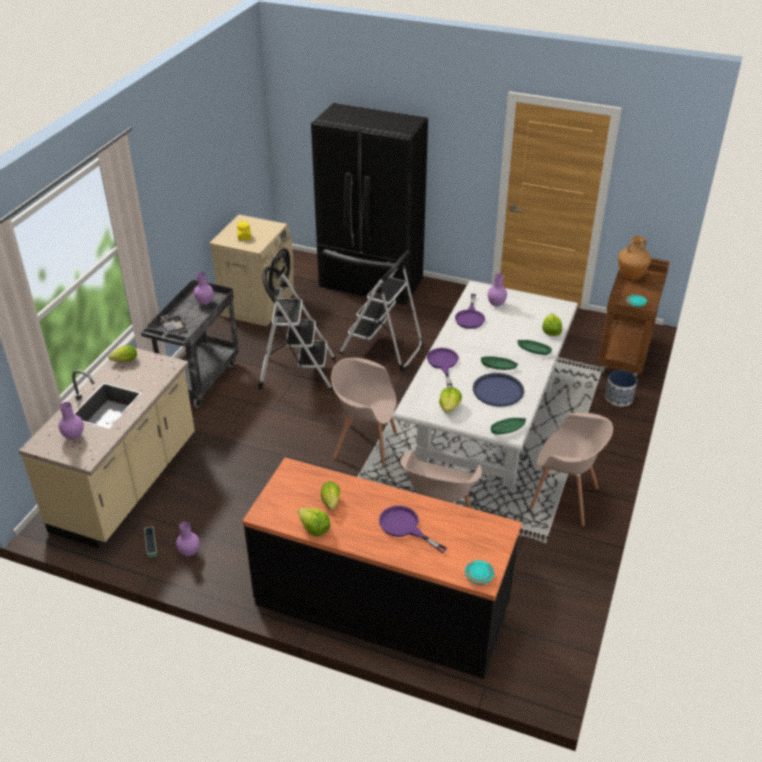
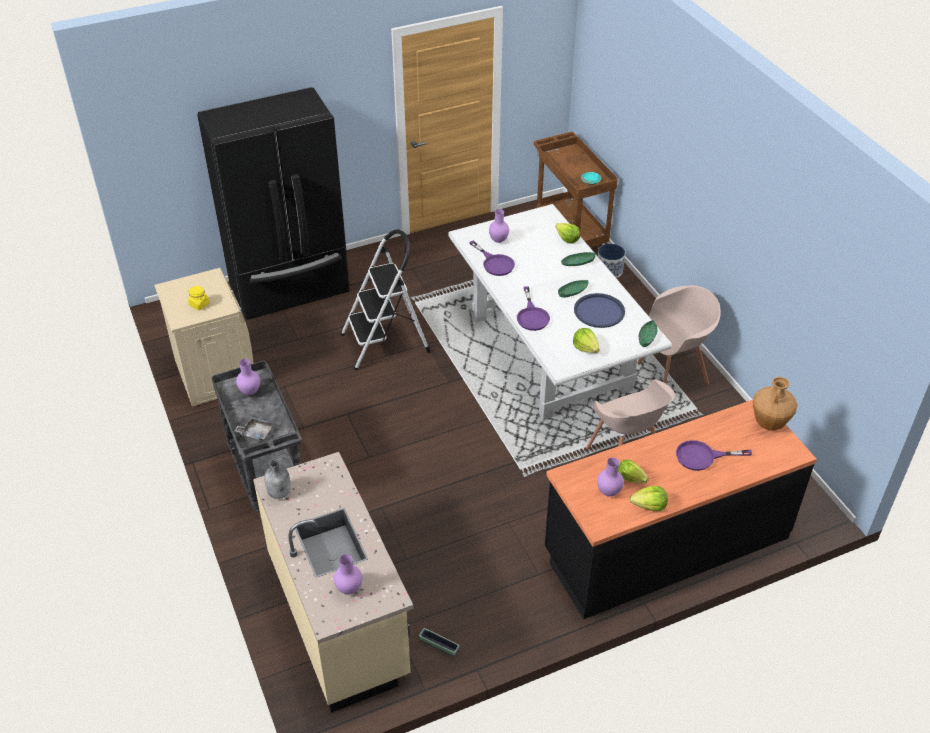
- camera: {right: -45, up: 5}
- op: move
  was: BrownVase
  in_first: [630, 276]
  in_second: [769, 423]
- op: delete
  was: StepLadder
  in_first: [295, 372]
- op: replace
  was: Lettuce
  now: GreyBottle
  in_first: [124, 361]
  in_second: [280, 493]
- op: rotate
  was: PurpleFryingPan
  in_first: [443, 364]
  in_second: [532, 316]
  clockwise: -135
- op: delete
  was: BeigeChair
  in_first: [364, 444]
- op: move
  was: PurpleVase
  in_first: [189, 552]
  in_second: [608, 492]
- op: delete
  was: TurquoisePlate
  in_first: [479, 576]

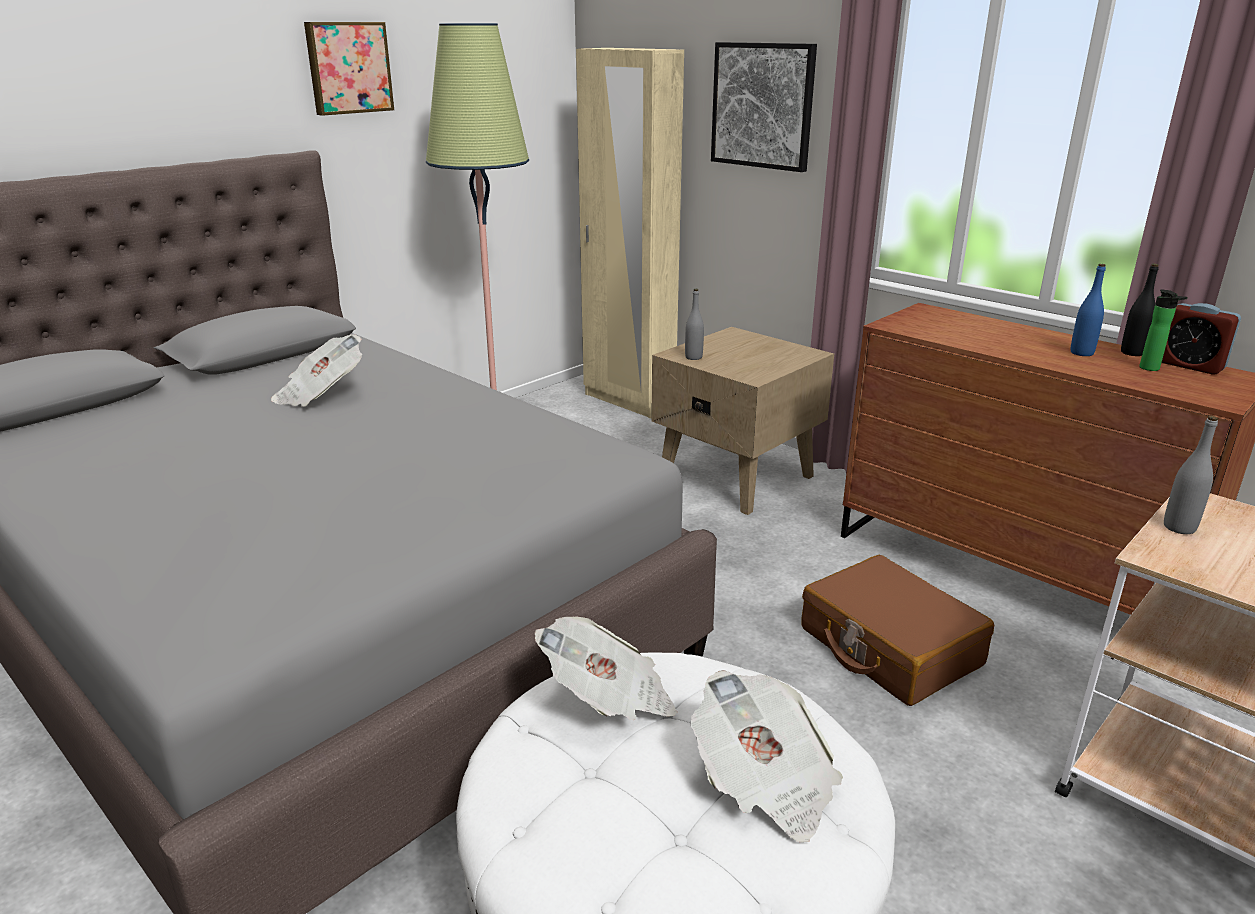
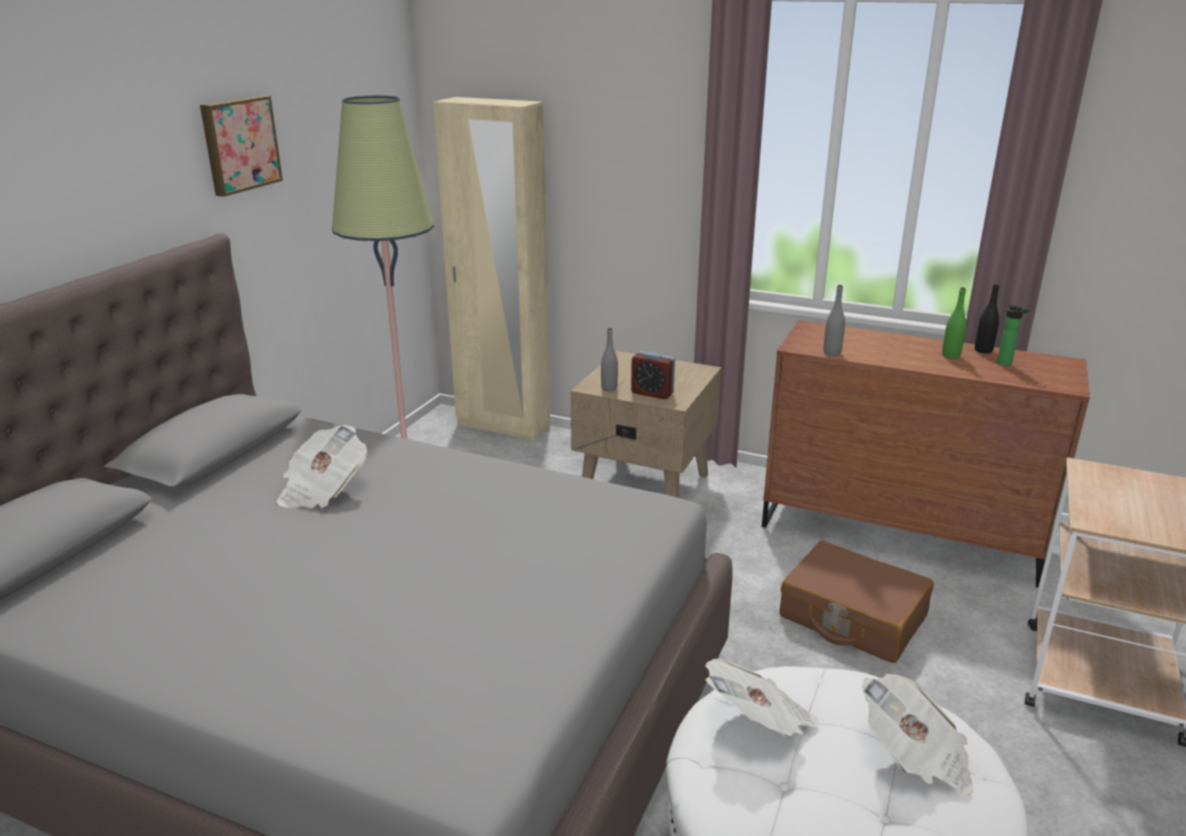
- camera: {right: -20, up: 0}
- op: delete
  was: Picture
  in_first: [763, 106]
- op: recolor
  was: BlueBottle
  now: GreenBottle
  in_first: [1081, 353]
  in_second: [951, 355]
- op: move
  was: AlarmClock
  in_first: [1190, 365]
  in_second: [652, 393]
- op: move
  was: GreyBottle
  in_first: [1179, 527]
  in_second: [832, 352]

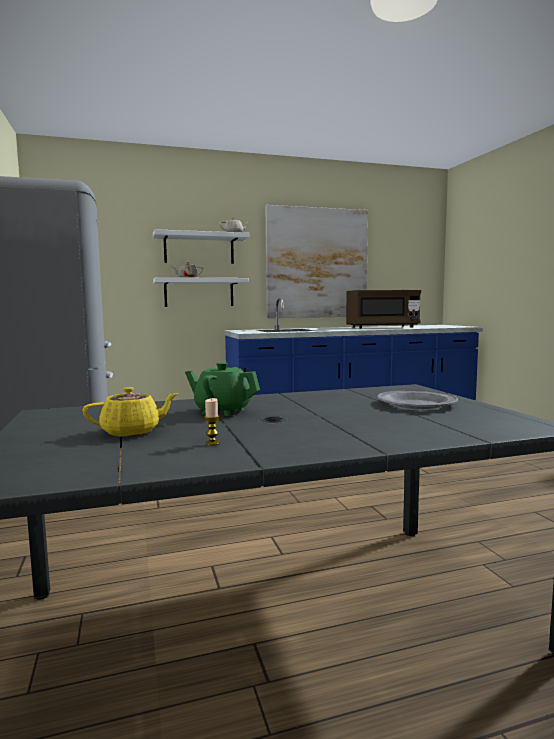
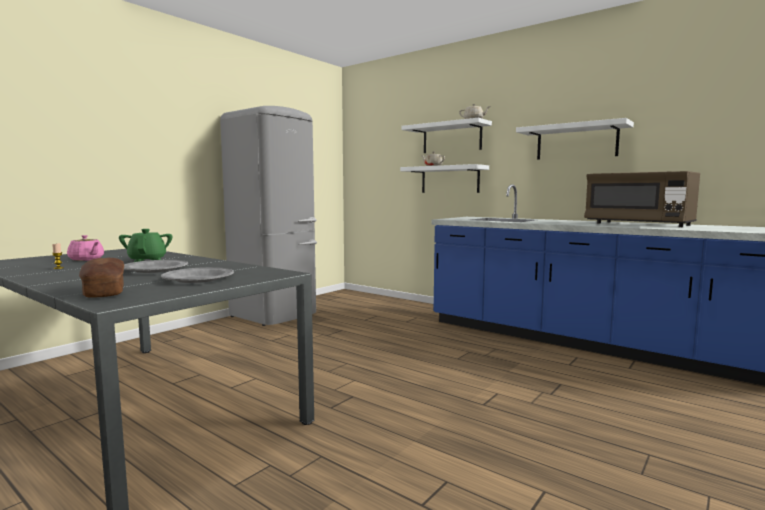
- camera: {right: 55, up: 0}
- op: replace
  was: Picture
  now: WhiteShelf
  in_first: [317, 263]
  in_second: [576, 142]
- op: recolor
  was: YellowTeapot
  now: PinkTeapot
  in_first: [132, 432]
  in_second: [86, 259]
- op: insert
  now: Bread
  in_second: [104, 291]
- op: insert
  now: GreyPlate
  in_second: [155, 270]

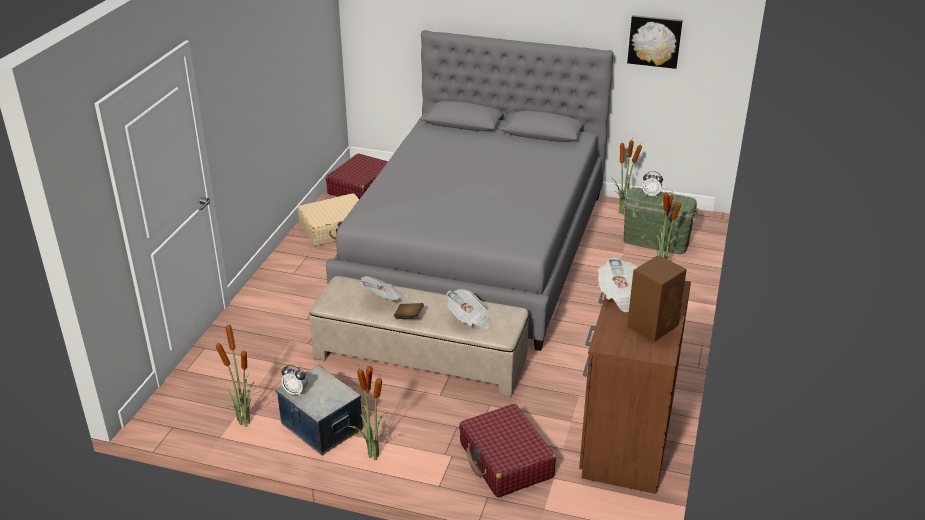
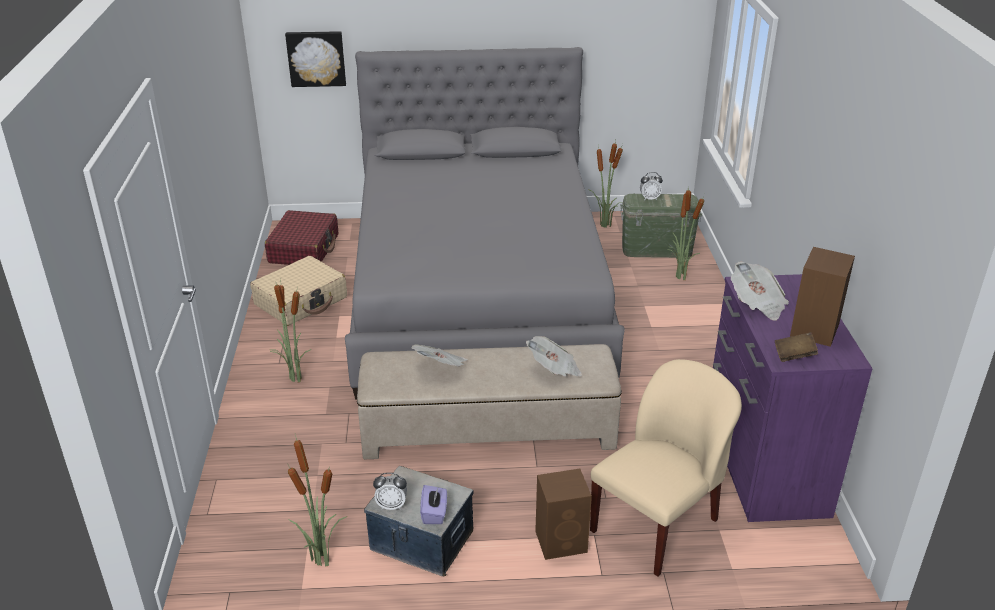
- camera: {right: -20, up: 0}
- op: move
  was: Picture
  in_first: [654, 41]
  in_second: [316, 58]
- op: recolor
  was: BrownDresser
  now: PurpleDresser
  in_first: [625, 439]
  in_second: [763, 465]
- op: move
  was: BrownBook
  in_first: [409, 317]
  in_second: [794, 355]
- op: move
  was: PottedPlant
  in_first: [372, 455]
  in_second: [294, 379]
- op: replace
  was: RedSuitcase
  now: BeigeChair
  in_first: [506, 461]
  in_second: [656, 524]
- op: insert
  now: BrownSpeaker
  in_second: [562, 541]
- op: insert
  now: PurpleTissueBox
  in_second: [434, 513]

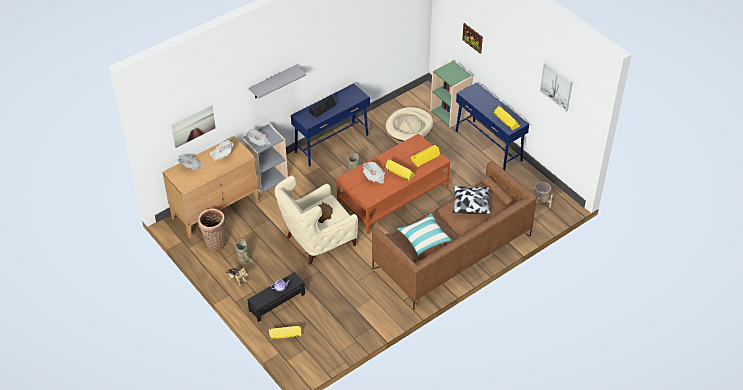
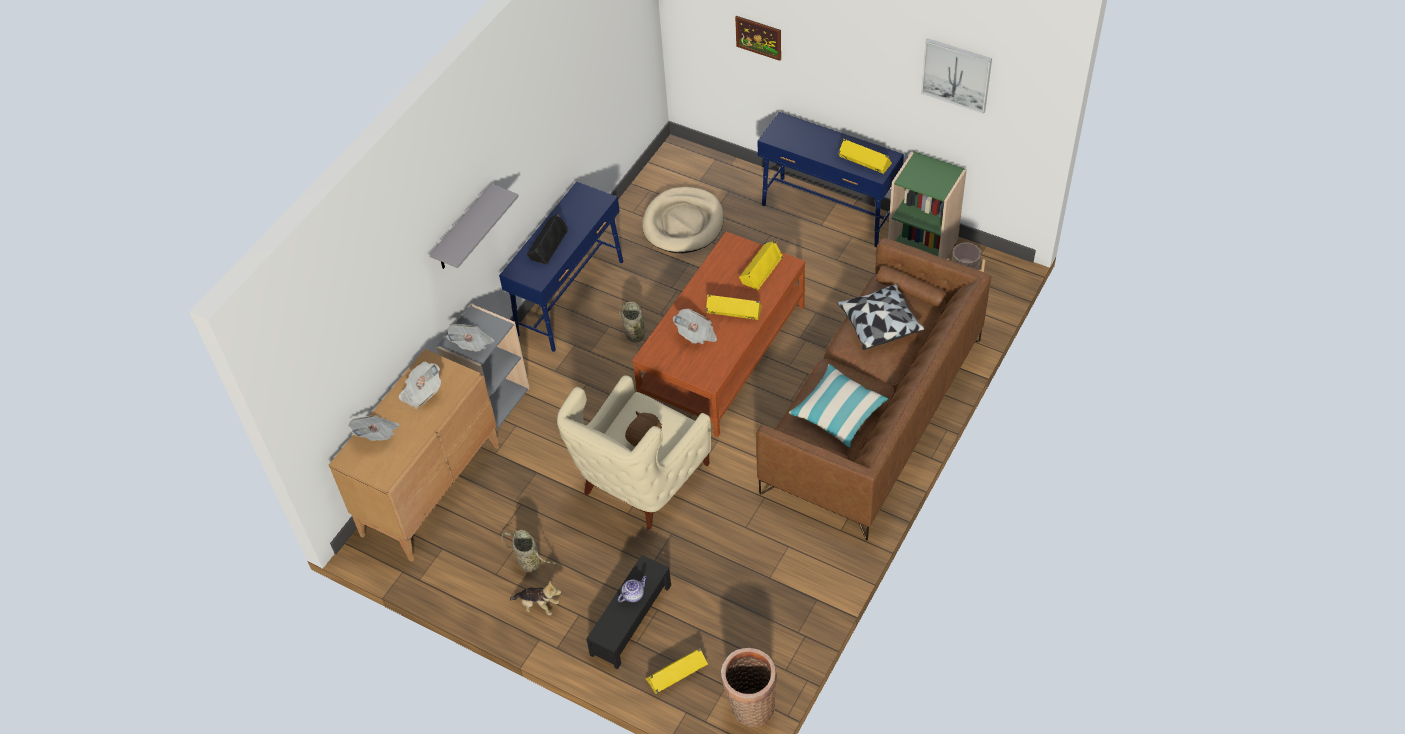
- camera: {right: -20, up: 5}
- op: move
  was: GreenBookcase
  in_first: [450, 113]
  in_second: [923, 244]
- op: delete
  was: Picture
  in_first: [193, 125]
- op: move
  was: Basket
  in_first: [214, 243]
  in_second: [750, 707]

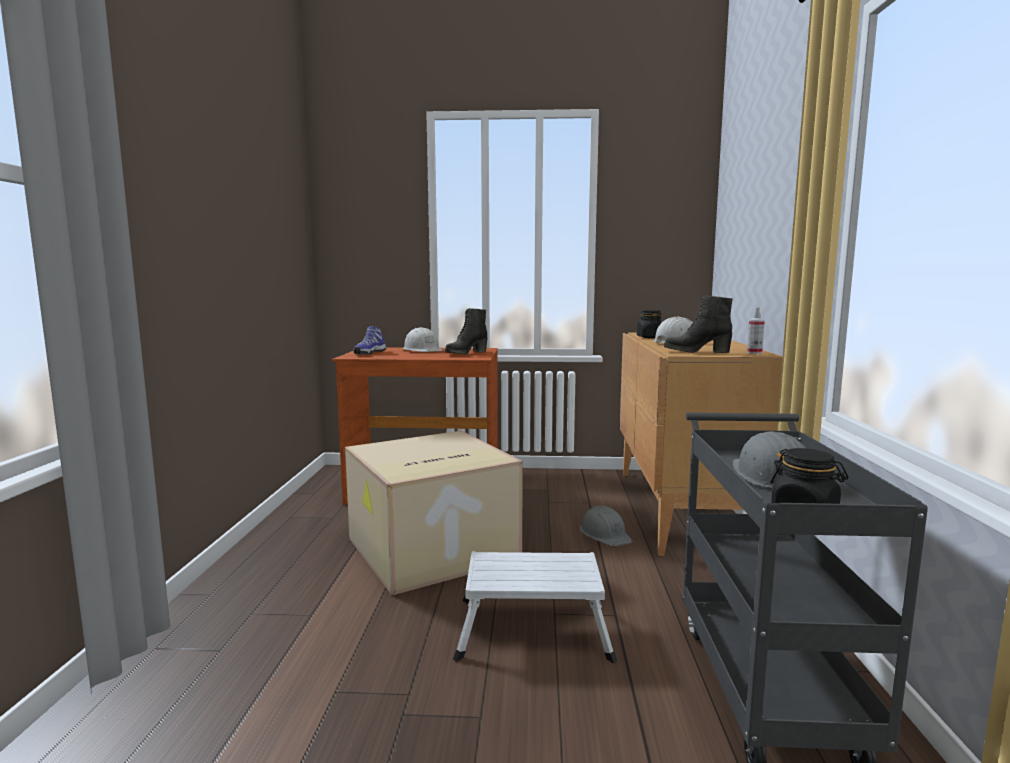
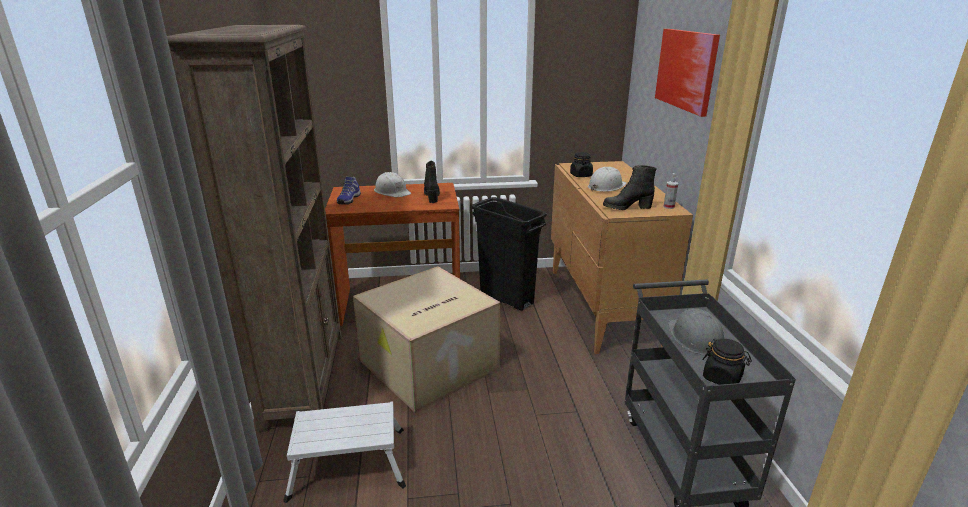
- camera: {right: -10, up: 15}
- op: rotate
  was: BlackBoot
  in_first: [465, 353]
  in_second: [432, 196]
  clockwise: 135
- op: delete
  was: GreyHardHat
  in_first: [605, 534]
- op: move
  was: WhiteStepLadder
  in_first: [534, 628]
  in_second: [349, 463]
- op: insert
  now: BrownBookcase
  in_second: [304, 377]
- op: insert
  now: Picture
  in_second: [686, 69]
- op: insert
  now: BlackTrashCan
  in_second: [507, 298]

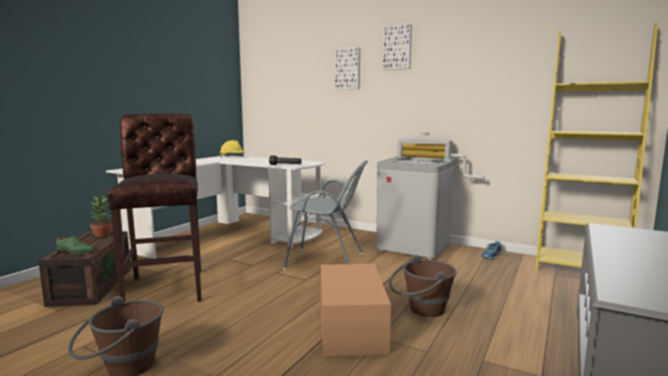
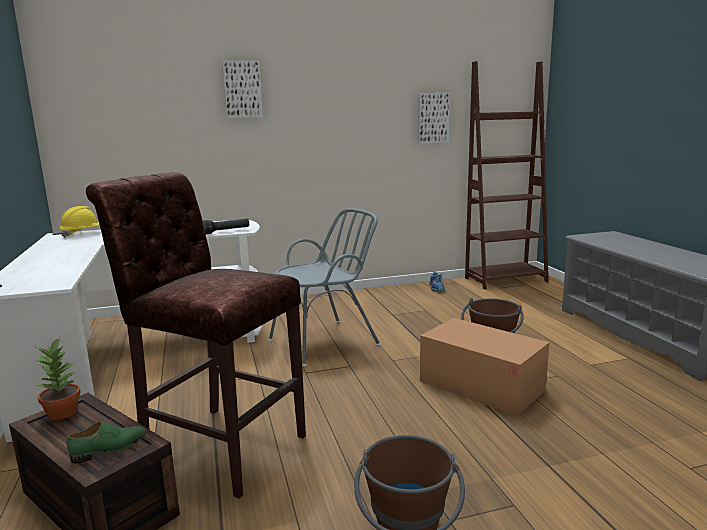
- camera: {right: -45, up: 5}
- op: recolor
  was: YellowBookcase
  now: BrownBookcase
  in_first: [580, 270]
  in_second: [505, 280]
- op: move
  was: Picture
  in_first: [397, 47]
  in_second: [432, 118]
- op: delete
  was: GreyWashingMachine
  in_first: [415, 247]

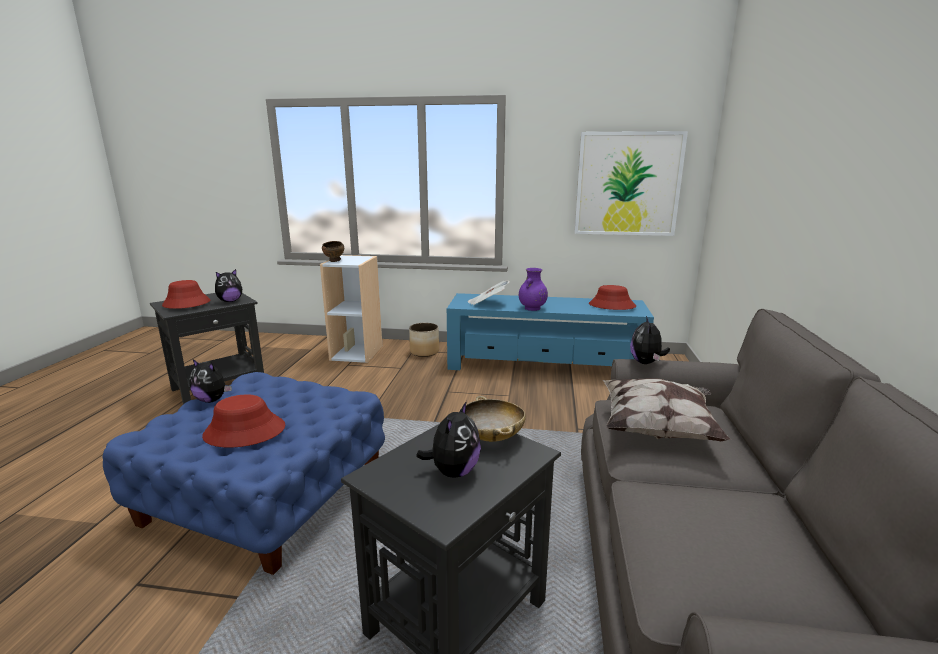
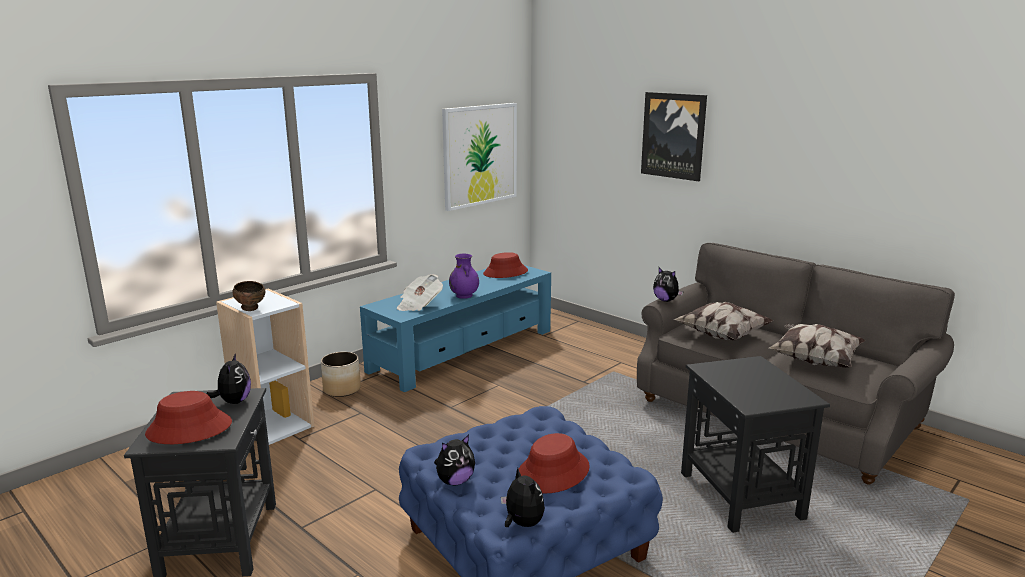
- camera: {right: -55, up: 0}
- op: delete
  was: BeigeBowl
  in_first: [491, 437]
- op: move
  was: PlushToy
  in_first: [453, 471]
  in_second: [522, 524]
- op: insert
  now: Picture
  in_second: [673, 135]
- op: insert
  now: Pillow
  in_second: [814, 360]

